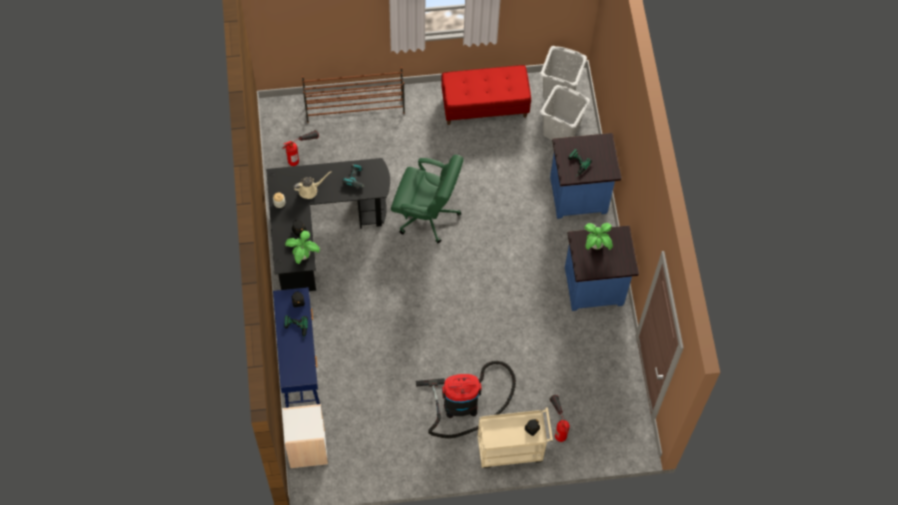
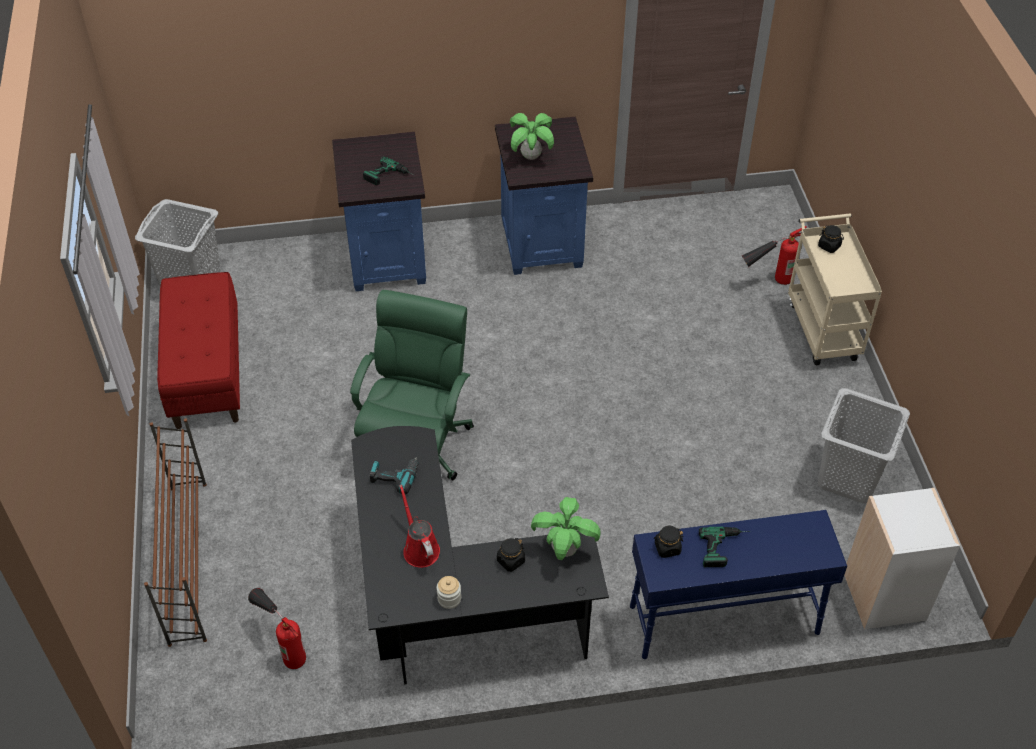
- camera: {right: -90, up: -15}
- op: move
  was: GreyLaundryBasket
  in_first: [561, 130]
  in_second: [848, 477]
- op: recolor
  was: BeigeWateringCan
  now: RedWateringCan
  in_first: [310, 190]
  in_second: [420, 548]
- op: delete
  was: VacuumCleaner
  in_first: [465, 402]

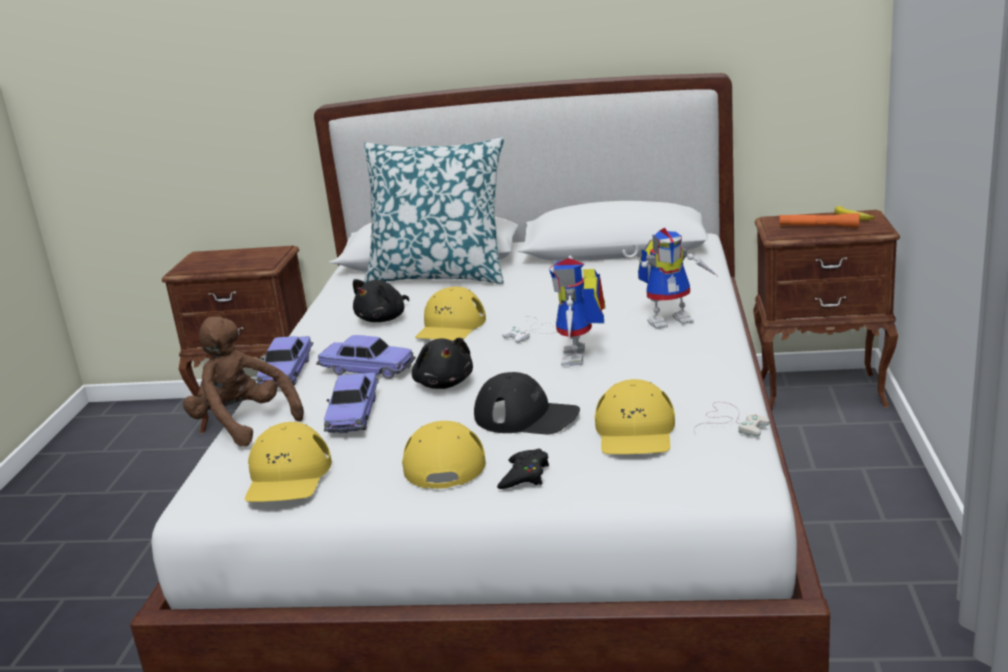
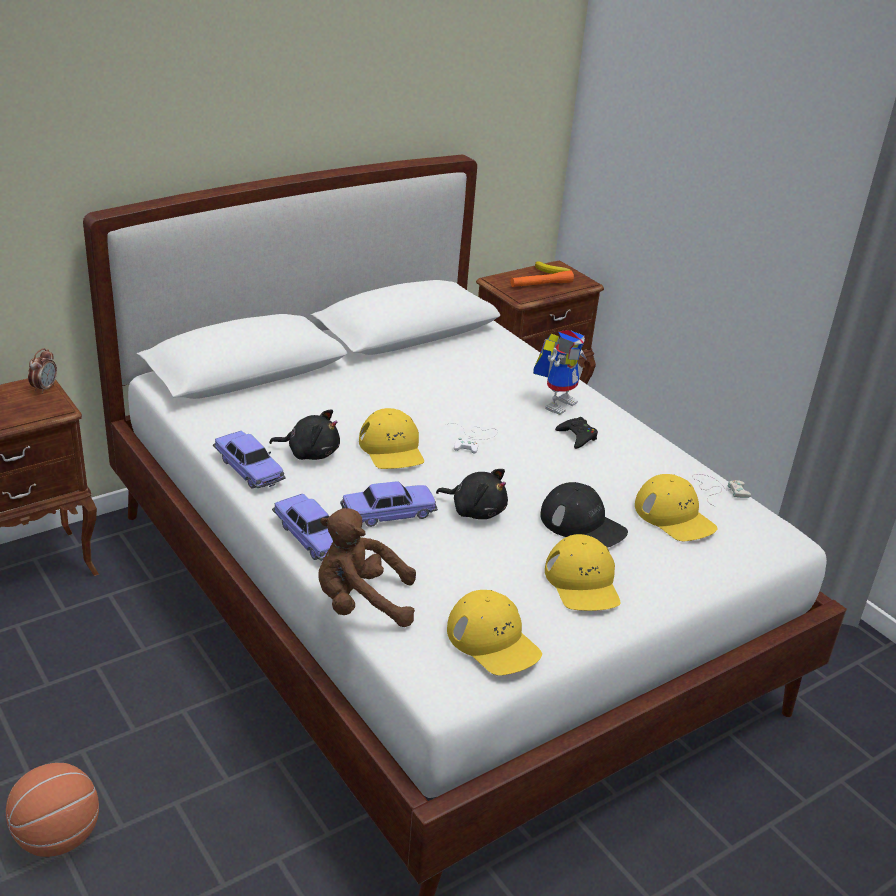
- camera: {right: -45, up: 10}
- op: delete
  was: Pillow
  in_first: [440, 275]
- op: delete
  was: ToyRobot
  in_first: [581, 358]
- op: rotate
  was: BlackPlushToy
  in_first: [383, 319]
  in_second: [310, 453]
  clockwise: -75
- op: rotate
  was: BlackCap
  in_first: [527, 416]
  in_second: [583, 524]
  clockwise: 60
- op: move
  was: ToyCar
  in_first: [353, 414]
  in_second: [249, 469]
- op: rotate
  was: YellowCap
  in_first: [445, 459]
  in_second: [583, 582]
  clockwise: -150
- op: move
  was: BlackGameController
  in_first: [524, 475]
  in_second: [577, 436]
- op: insert
  now: AlarmClock
  in_second: [44, 388]
- op: insert
  now: Basketball
  in_second: [57, 837]

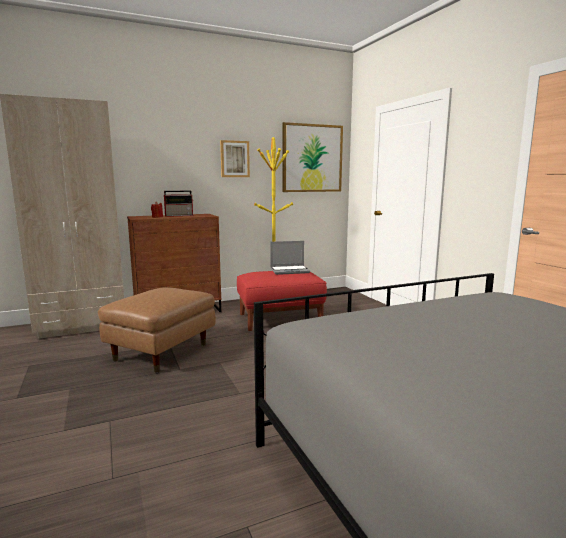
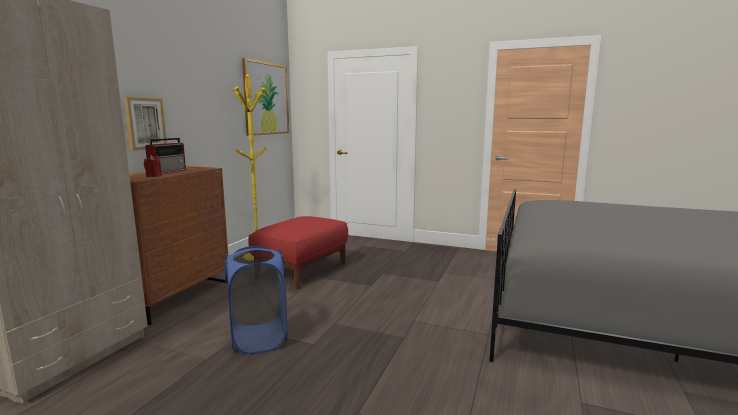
- camera: {right: -45, up: 0}
- op: move
  was: Picture
  in_first: [234, 159]
  in_second: [145, 123]
- op: delete
  was: Laptop
  in_first: [290, 271]
- op: replace
  was: BrownOttoman
  now: BlueLaundryBasket
  in_first: [162, 352]
  in_second: [258, 338]

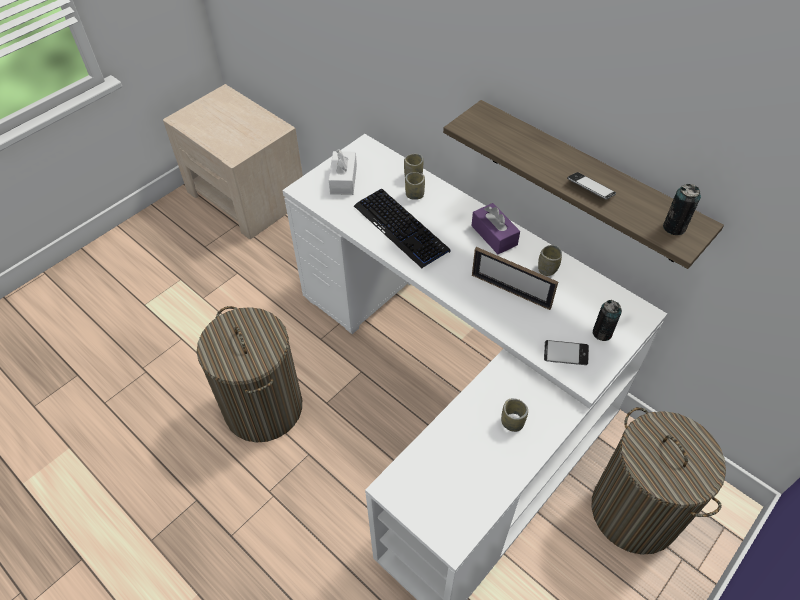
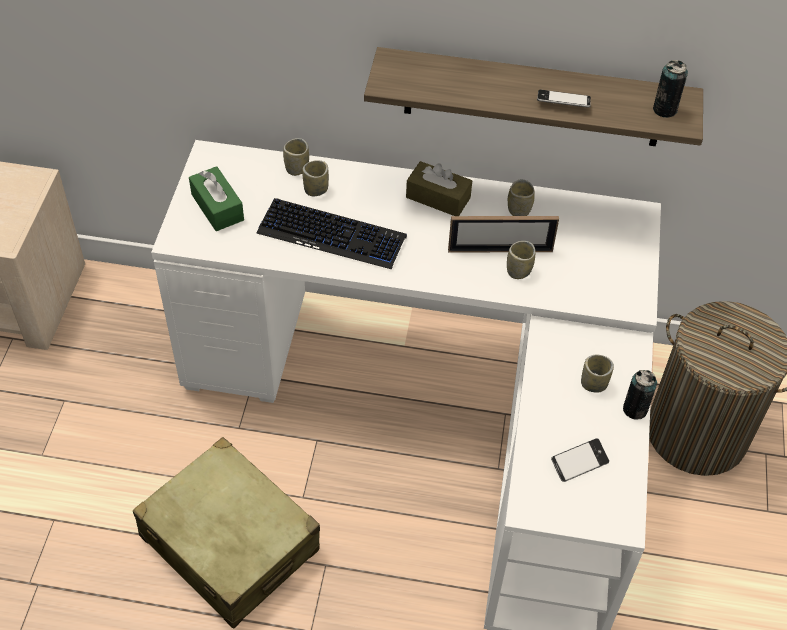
- camera: {right: -35, up: 0}
- op: recolor
  was: WhiteTissueBox
  now: GreenTissueBox
  in_first: [343, 180]
  in_second: [217, 207]
- op: recolor
  was: PurpleTissueBox
  now: BrownTissueBox
  in_first: [494, 235]
  in_second: [438, 197]
- op: move
  was: Can
  in_first: [602, 333]
  in_second: [635, 409]
- op: replace
  was: LaundryBasket
  now: BeigeSuitcase
  in_first: [263, 407]
  in_second: [230, 543]
- op: move
  was: Phone
  in_first: [565, 355]
  in_second: [579, 462]
- op: insert
  now: Cup
  in_second: [518, 271]

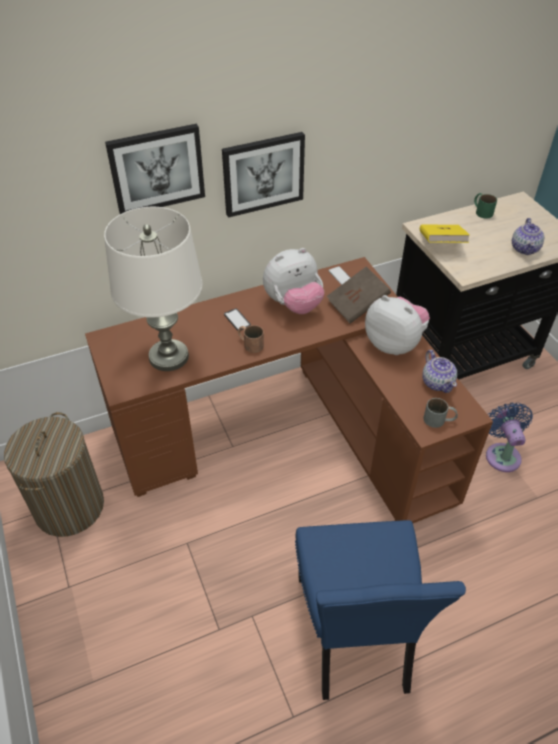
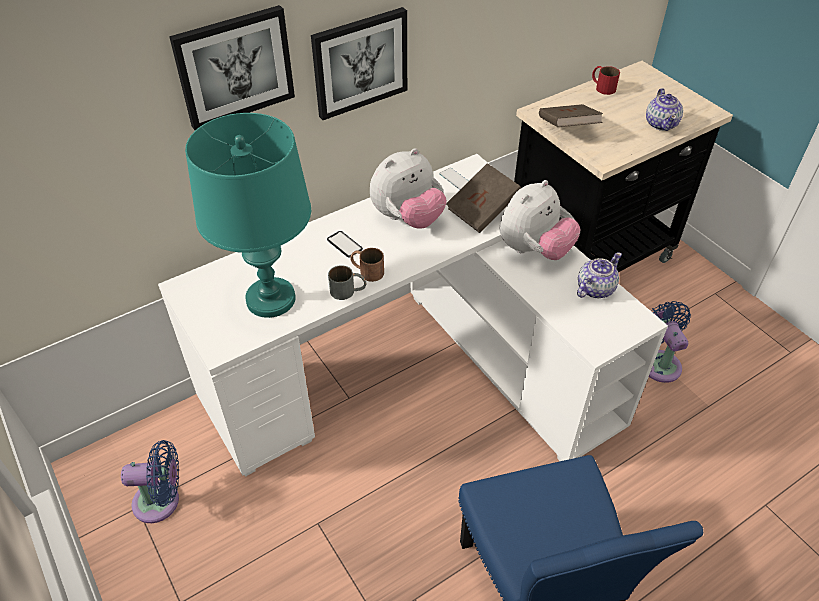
- camera: {right: -10, up: 0}
- op: recolor
  was: GreenMug
  now: RedMug
  in_first: [481, 211]
  in_second: [602, 87]
- op: recolor
  was: WhiteTableLamp
  now: TurquoiseTableLamp
  in_first: [168, 357]
  in_second: [271, 299]
- op: recolor
  was: YellowBook
  now: BrownBook
  in_first: [441, 244]
  in_second: [567, 129]
- op: recolor
  was: BrownDesk
  now: WhiteDesk
  in_first: [291, 432]
  in_second: [415, 371]
- op: rotate
  was: PlushToy
  in_first: [394, 343]
  in_second: [534, 250]
  clockwise: 105
- op: rotate
  was: Teapot
  in_first: [437, 382]
  in_second: [594, 289]
  clockwise: -105
- op: move
  was: GreyMug
  in_first: [439, 420]
  in_second: [348, 291]
- op: replace
  was: LaundryBasket
  now: BlueFan
  in_first: [69, 506]
  in_second: [161, 501]

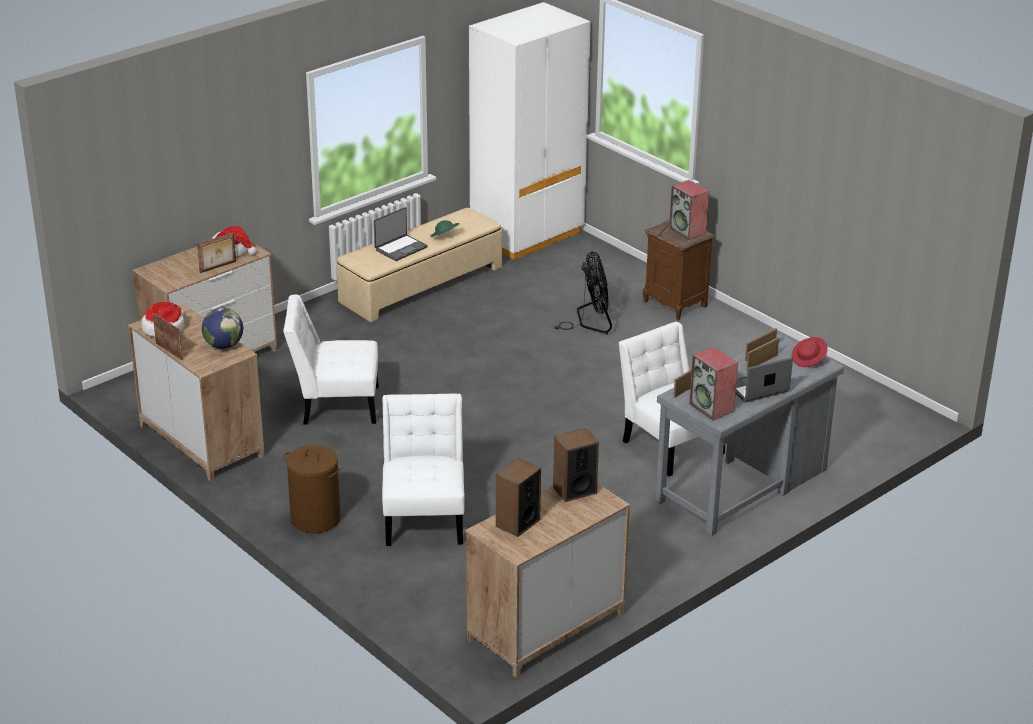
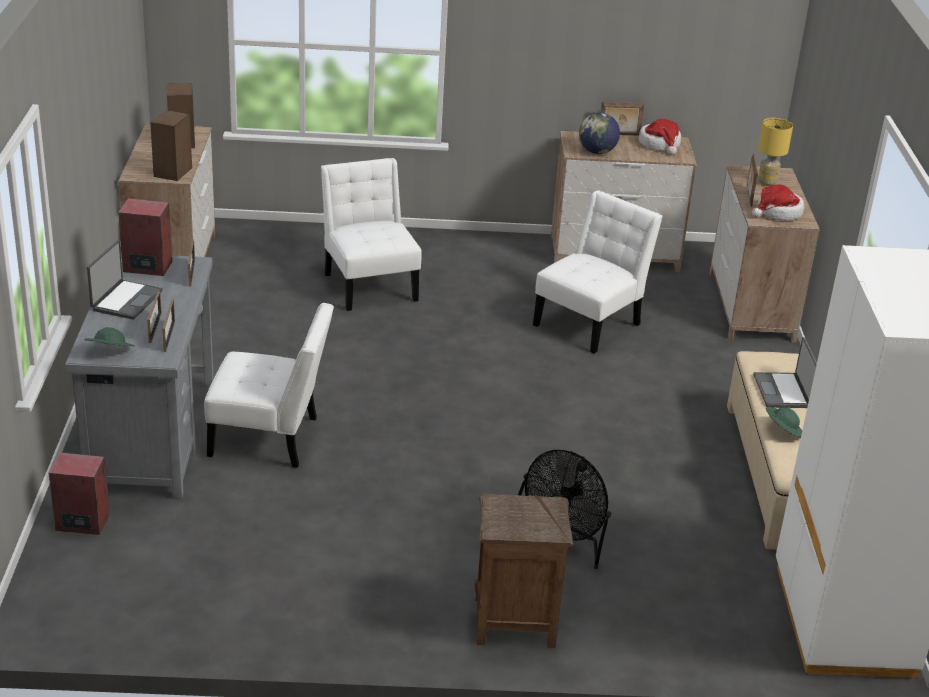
- camera: {right: 130, up: 0}
- op: move
  was: Speaker
  in_first: [688, 231]
  in_second: [81, 522]
- op: recolor
  was: RedHat
  now: GreenHat
  in_first: [808, 360]
  in_second: [109, 352]
- op: rotate
  was: WhiteChair
  in_first: [424, 517]
  in_second: [369, 284]
  clockwise: -150
- op: delete
  was: BrownLaundryBasket
  in_first: [315, 519]
- op: insert
  now: YellowTableLamp
  in_second: [767, 183]

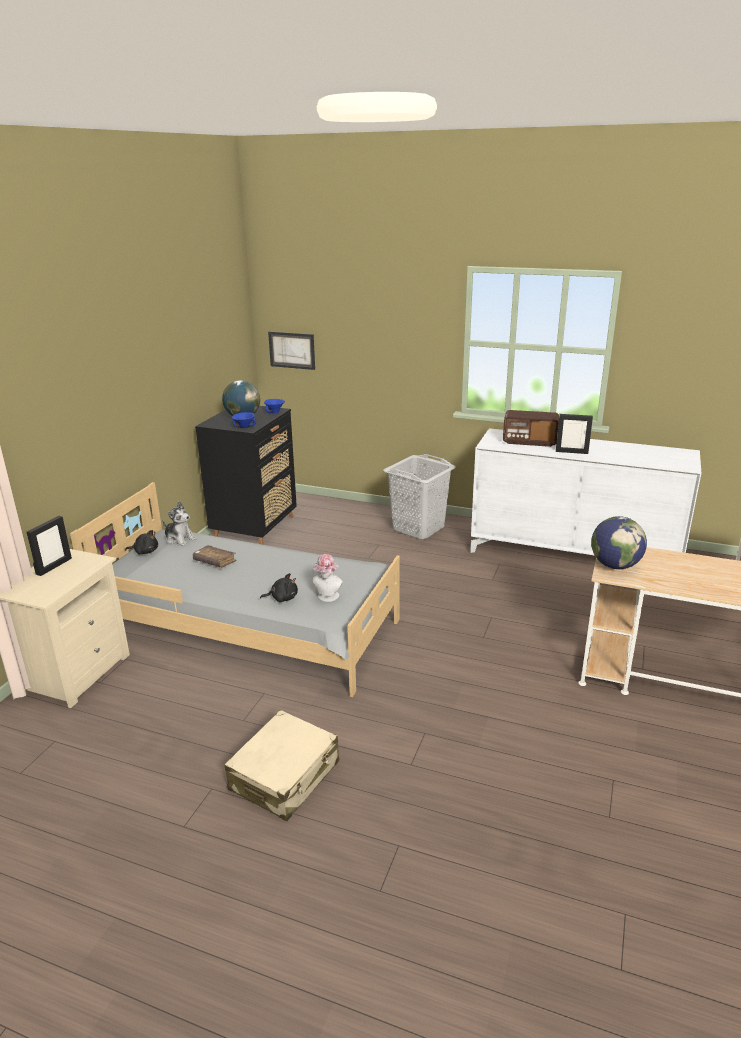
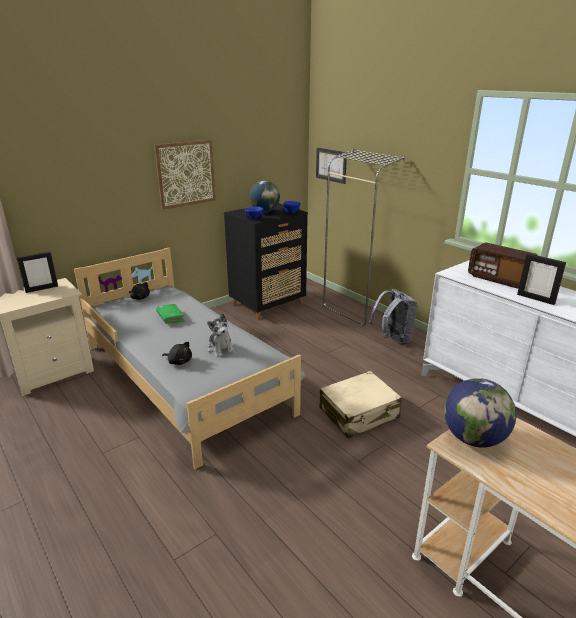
- camera: {right: 30, up: 0}
- op: replace
  was: GreyLaundryBasket
  now: GreyBackpack
  in_first: [418, 528]
  in_second: [393, 340]
- op: move
  was: PlushToy
  in_first: [179, 539]
  in_second: [221, 349]
- op: recolor
  was: BrownBook
  now: GreenBook
  in_first: [215, 561]
  in_second: [170, 318]
- op: delete
  was: Hat
  in_first: [327, 597]
- op: move
  was: BeigeSuitcase
  in_first: [285, 776]
  in_second: [359, 413]
- op: insert
  now: Picture
  in_second: [186, 173]
- op: insert
  now: GreyClothesRack
  in_second: [355, 311]

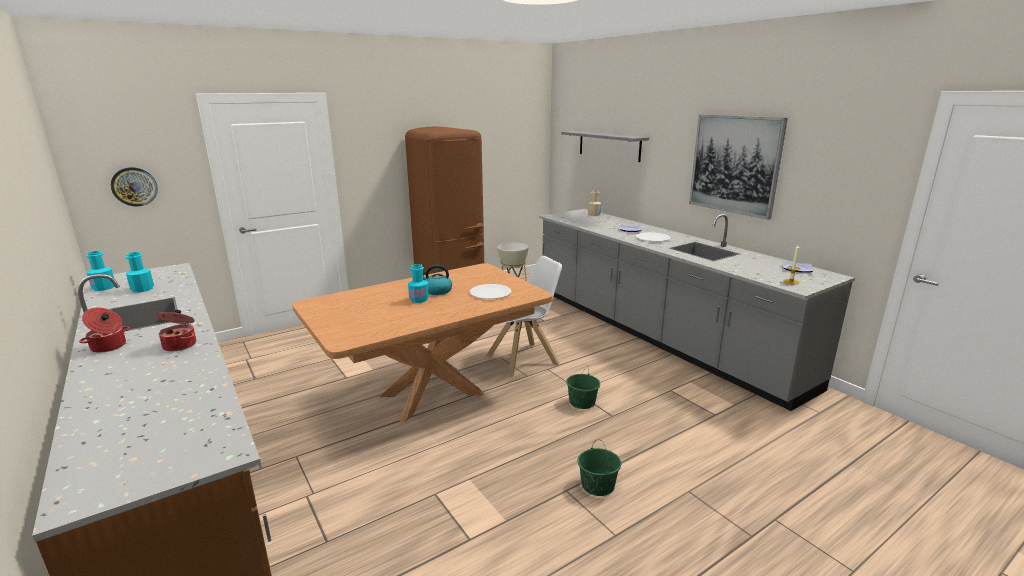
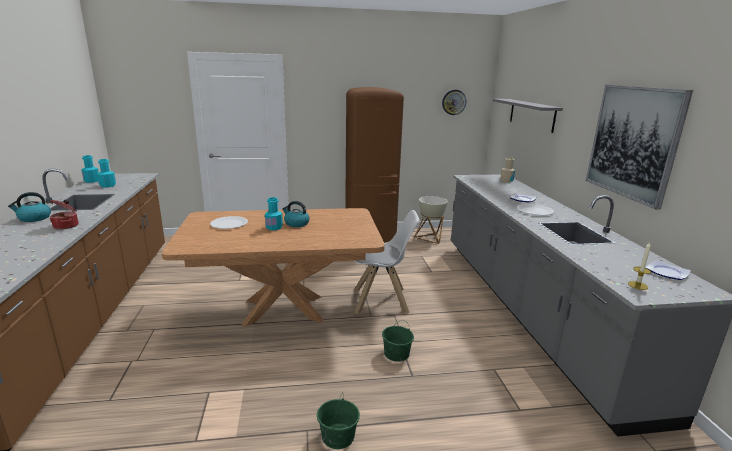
- camera: {right: 25, up: 0}
- op: move
  was: WallClock
  in_first: [134, 186]
  in_second: [453, 102]
- op: move
  was: WhitePlate
  in_first: [490, 293]
  in_second: [229, 224]
- op: replace
  was: CookingPot
  now: Kettle
  in_first: [109, 347]
  in_second: [34, 218]

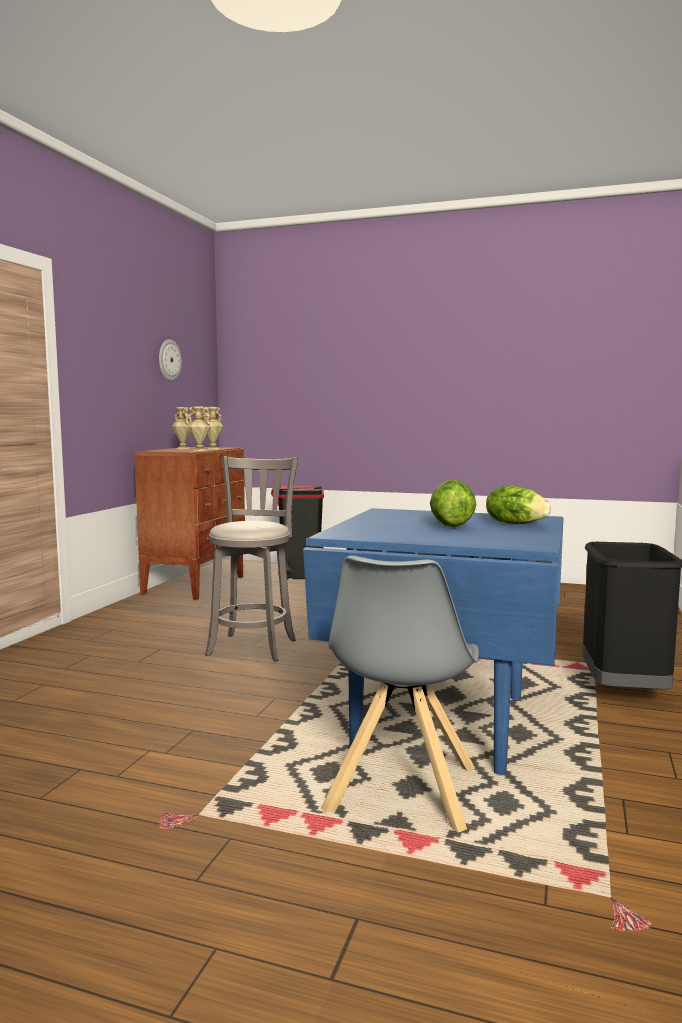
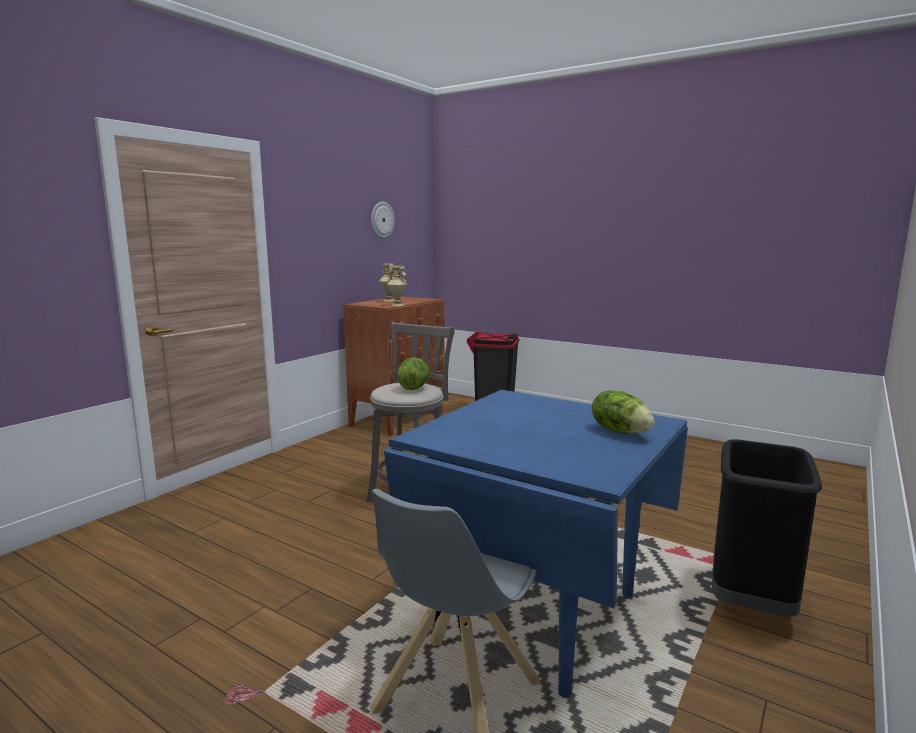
- camera: {right: 15, up: 5}
- op: delete
  was: BeigeVase
  in_first: [213, 449]
- op: move
  was: Lettuce
  in_first: [450, 525]
  in_second: [413, 388]

